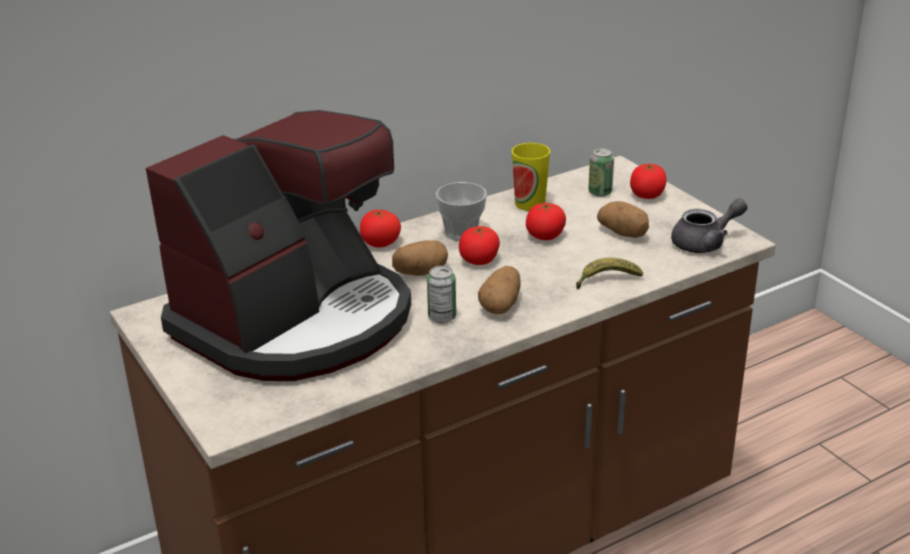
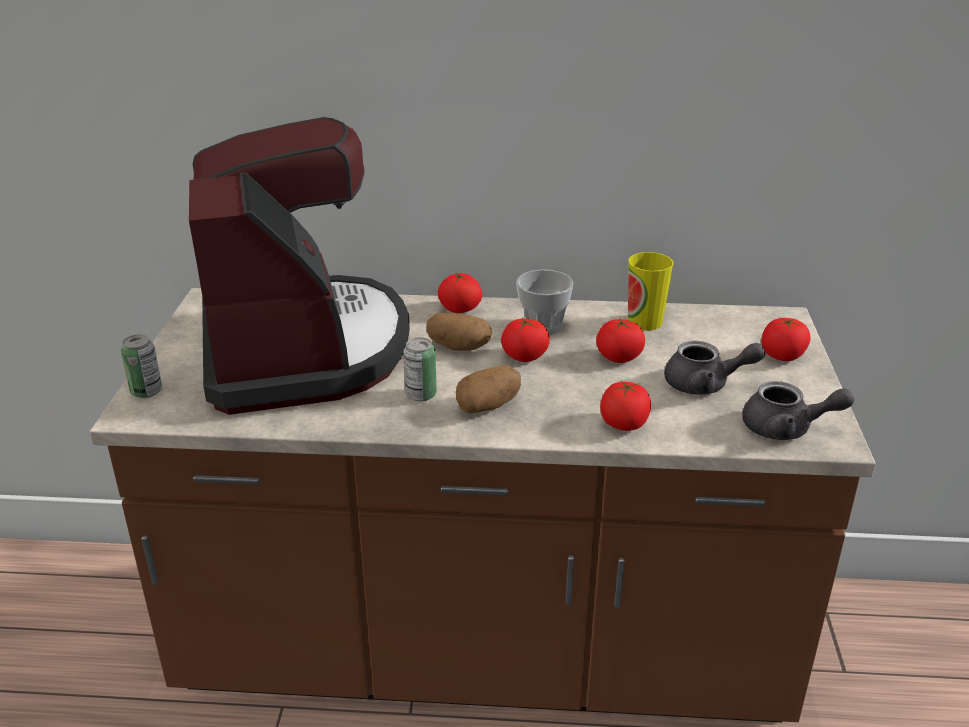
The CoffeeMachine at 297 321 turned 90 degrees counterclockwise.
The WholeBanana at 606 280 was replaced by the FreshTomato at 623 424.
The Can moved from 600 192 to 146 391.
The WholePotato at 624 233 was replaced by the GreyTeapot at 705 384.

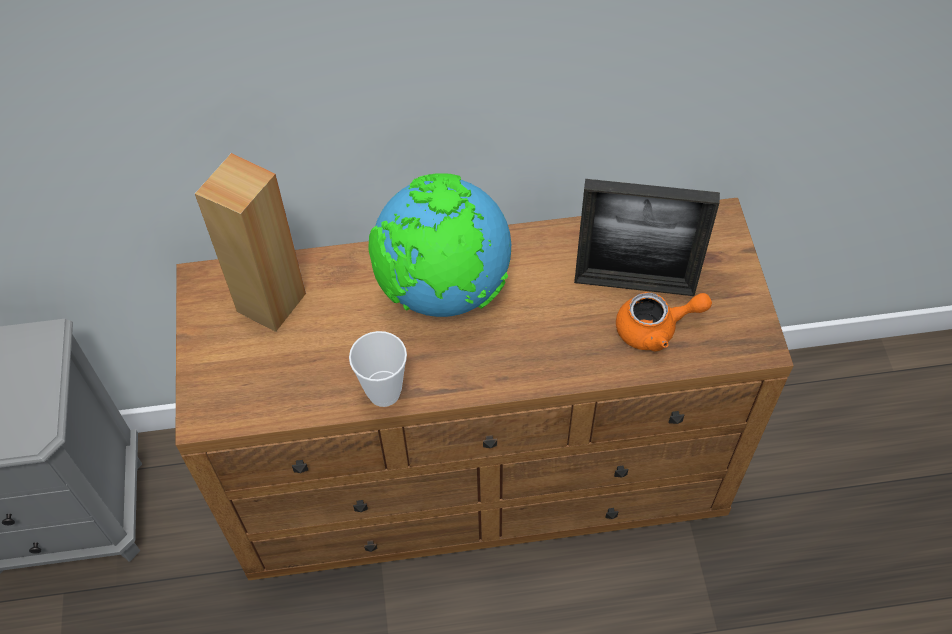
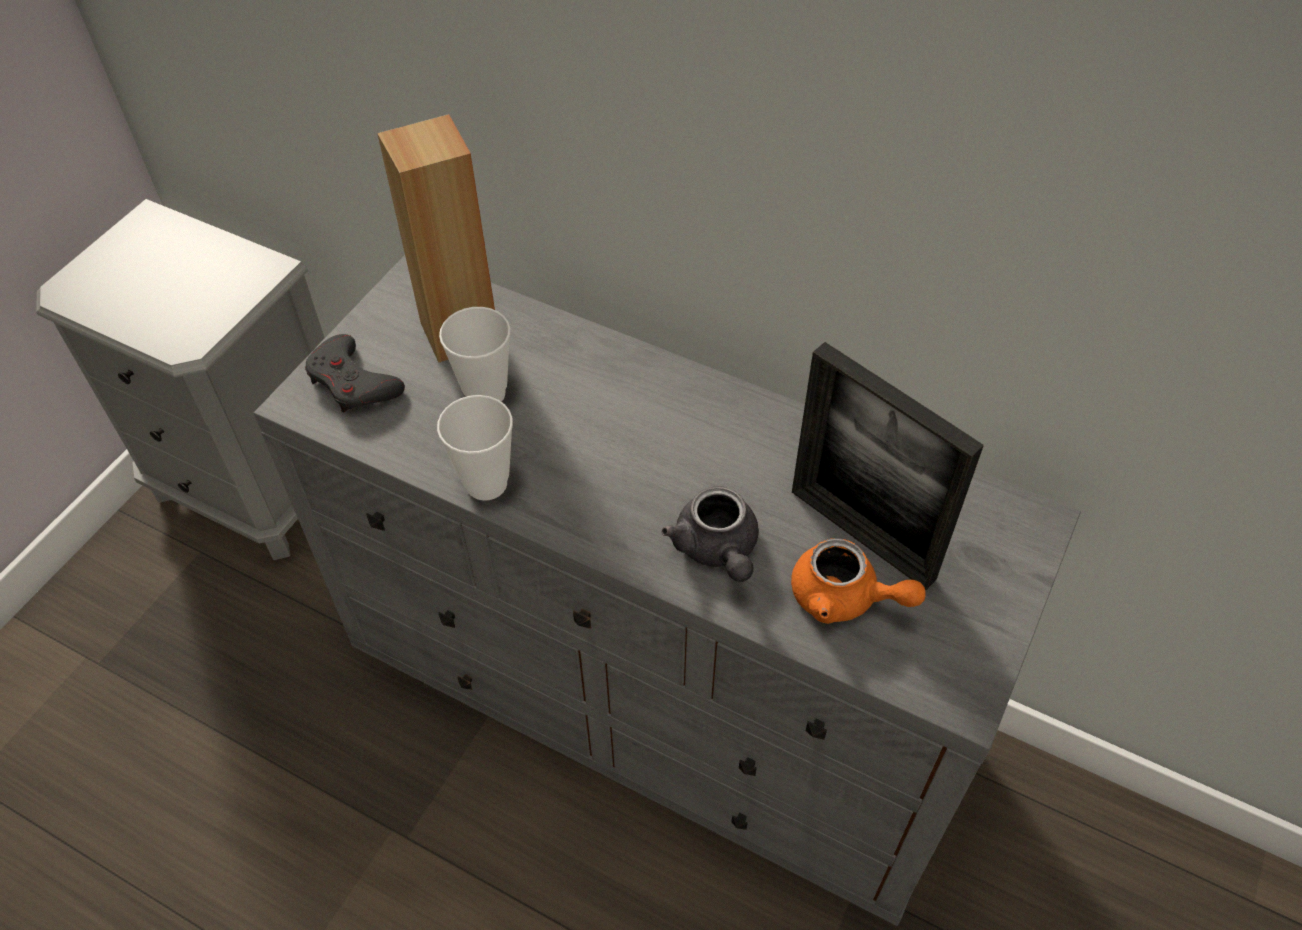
The BrownDresser at 483 475 became the GreyDresser at 658 697.
The WorldGlobe at 443 289 disappeared.
The GreyGamepad at 353 382 appeared.
The Cup at 485 394 appeared.
The GreyTeapot at 717 549 appeared.

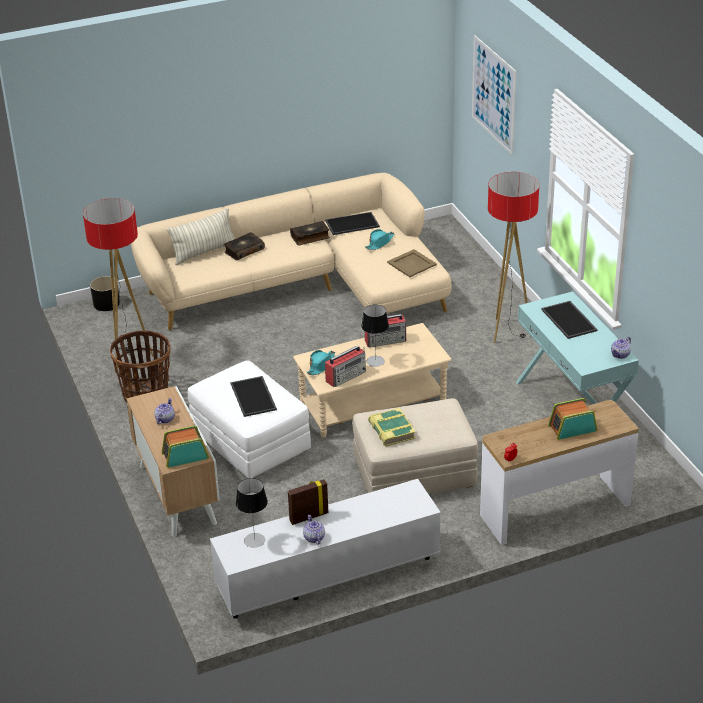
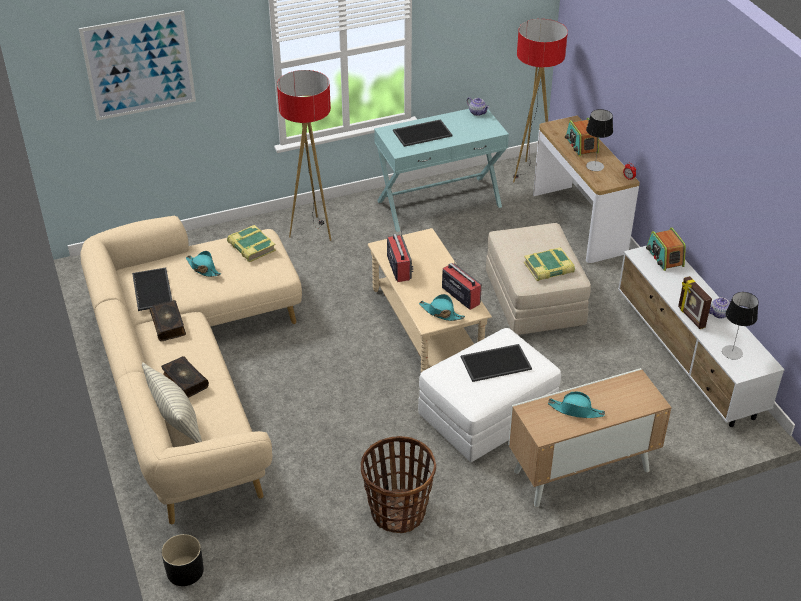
The StandardLamp moved from 128 358 to 530 174.
The Teapot at 165 419 was replaced by the TurquoiseColouredClothingHat at 576 410.
The Radio moved from 185 456 to 664 257.
The LampForATable moved from 375 361 to 595 166.
The SandColouredTray at 411 263 was replaced by the Volume at 251 247.

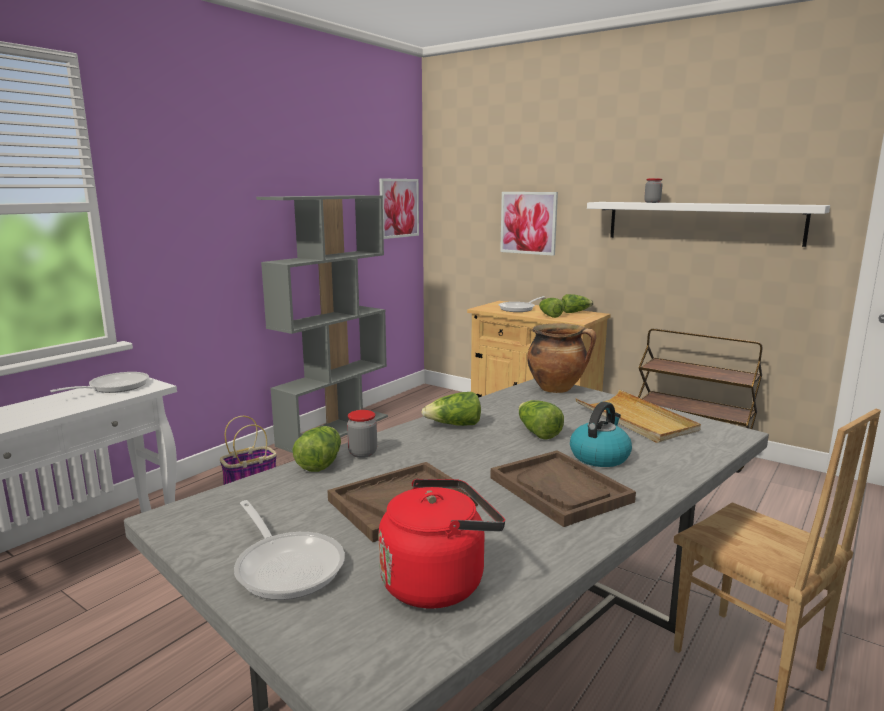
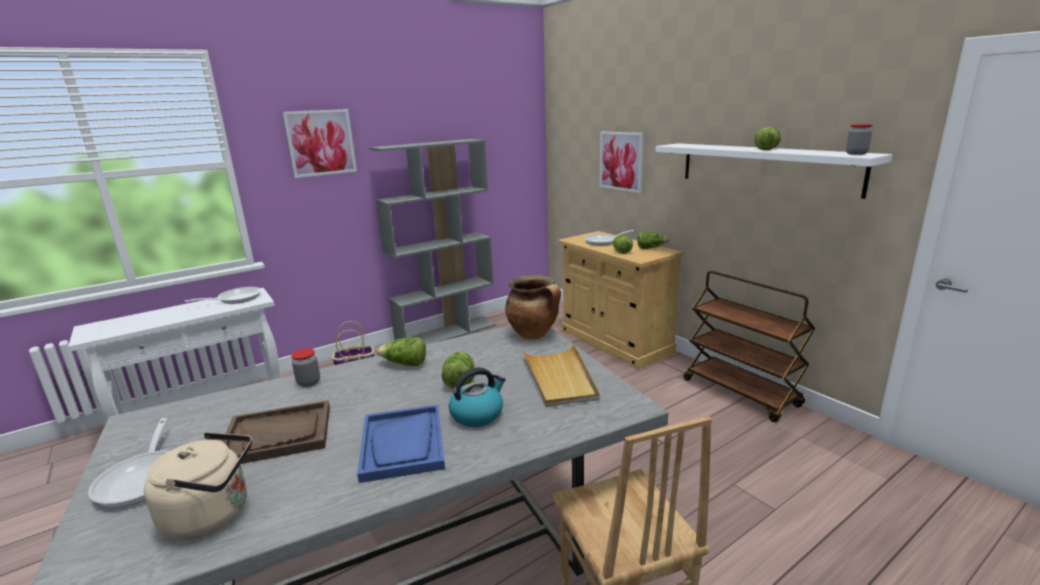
The Lettuce moved from 320 462 to 766 149.
The RedWaterKettle at 438 581 became the SandColouredWaterKettle at 213 515.
The Picture moved from 398 208 to 320 143.
The BrownTray at 560 490 became the BluishTray at 403 444.
The StorageJar moved from 652 202 to 856 154.

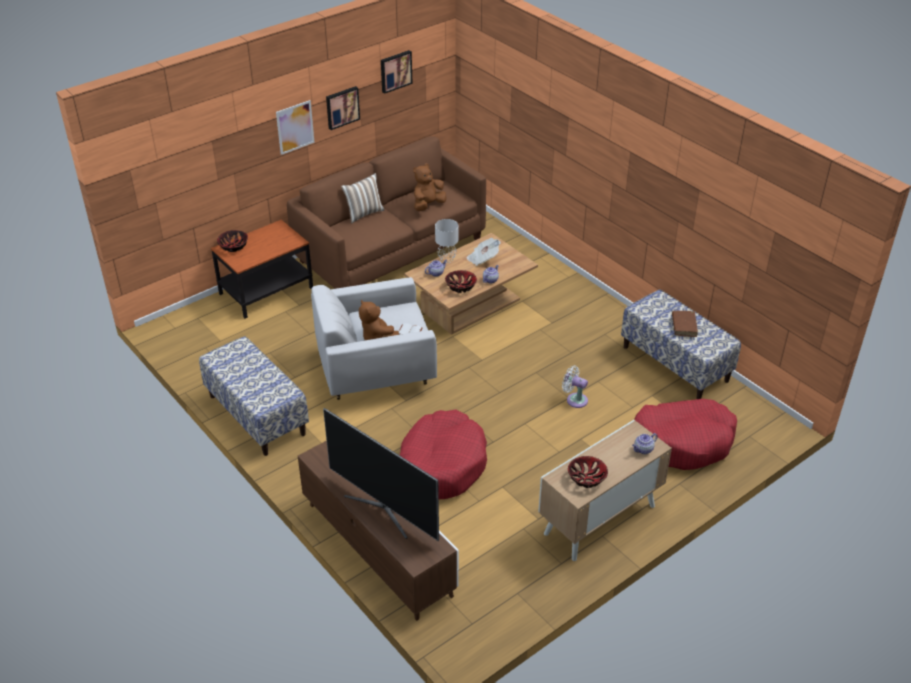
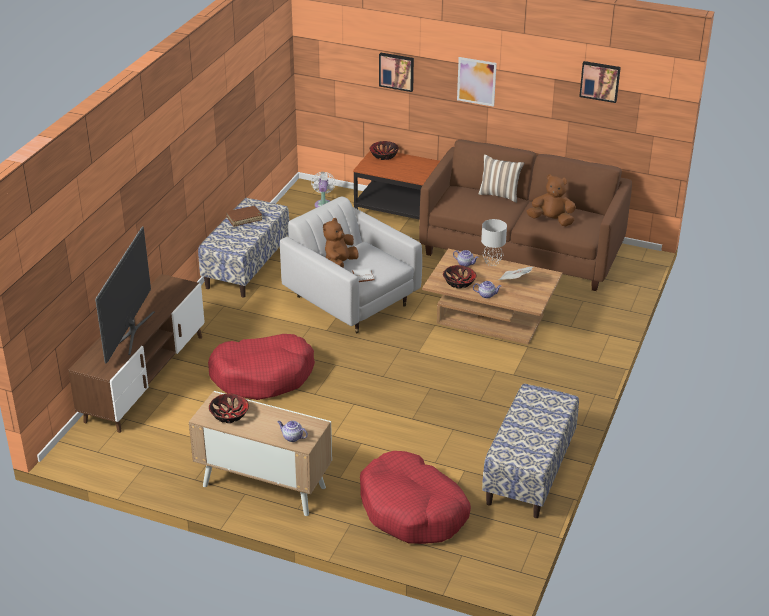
The Picture moved from 342 107 to 397 71.
The WhiteColouredFan moved from 574 399 to 323 204.
The BrownVolume moved from 684 326 to 244 219.

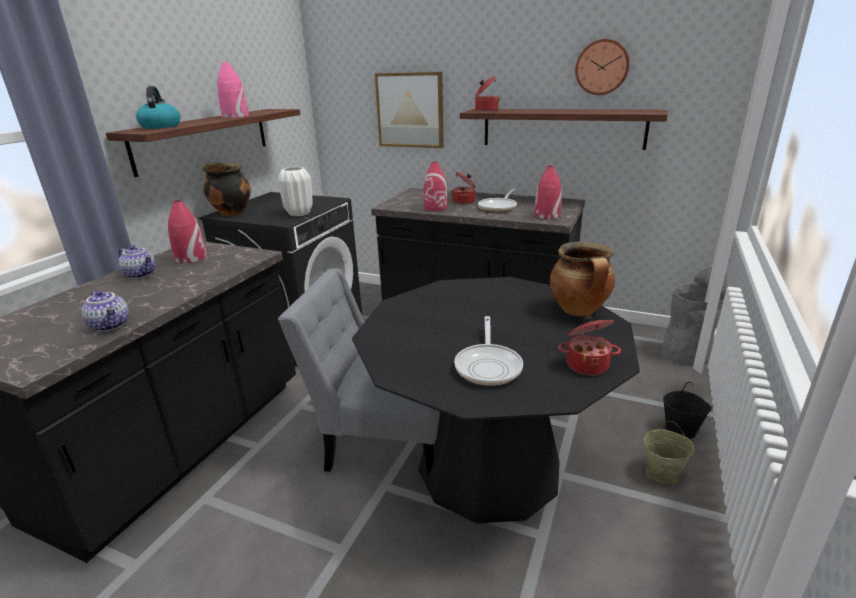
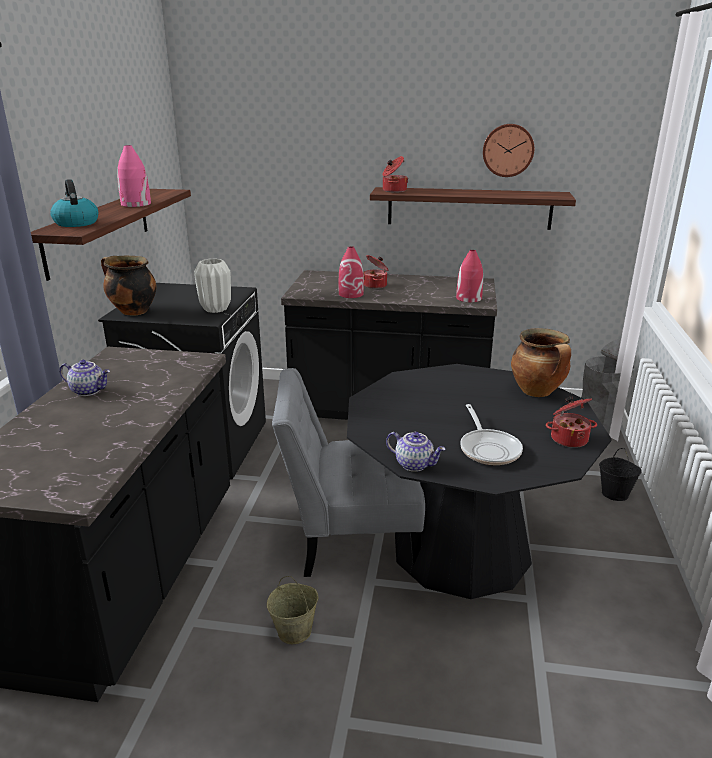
The Teapot moved from 111 325 to 415 464.
The RedVase at 190 258 disappeared.
The Picture at 410 110 disappeared.
The FryingPan at 499 207 disappeared.
The SandColouredBucket moved from 663 473 to 295 631.

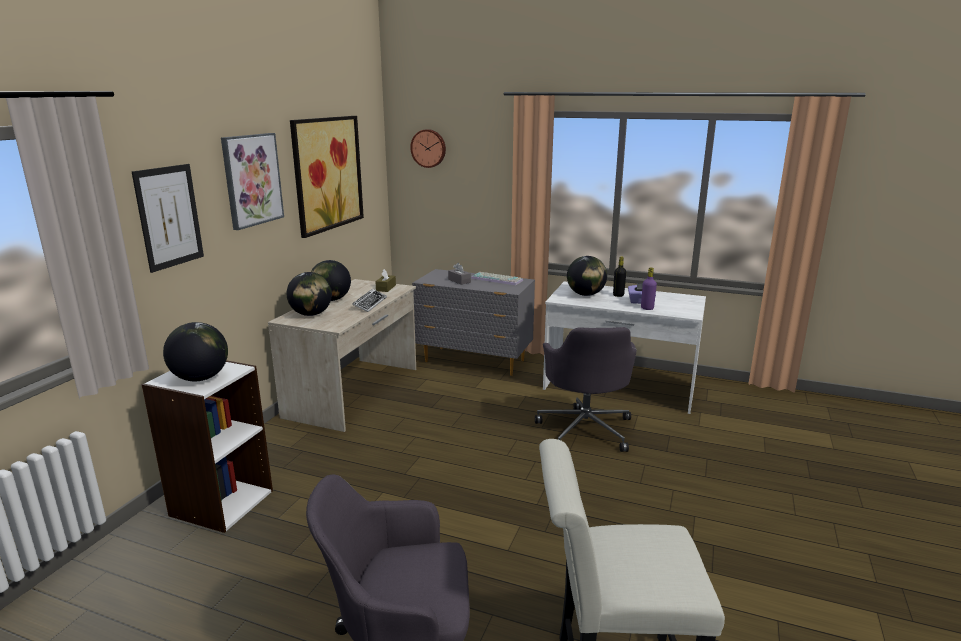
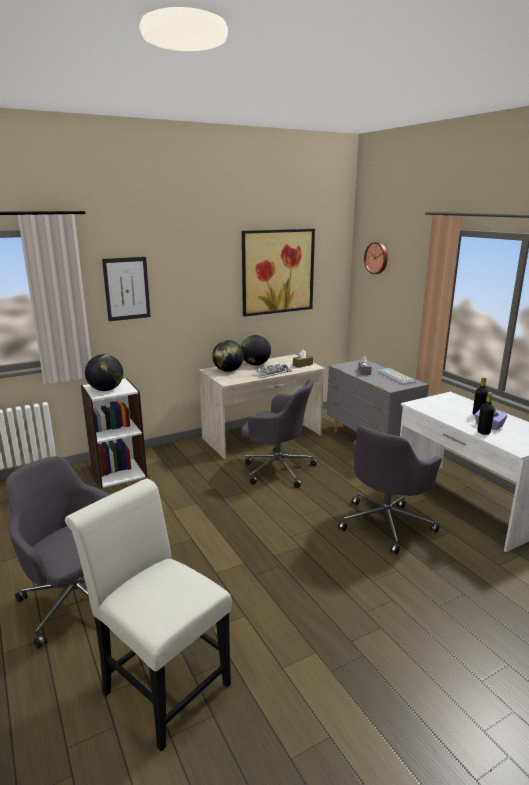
The Picture at 252 180 disappeared.
The WorldGlobe at 585 294 disappeared.
The PurplishDrinkBottle at 647 308 became the BlackColouredDrinkBottle at 483 432.
The GreyComputerChair at 277 469 appeared.

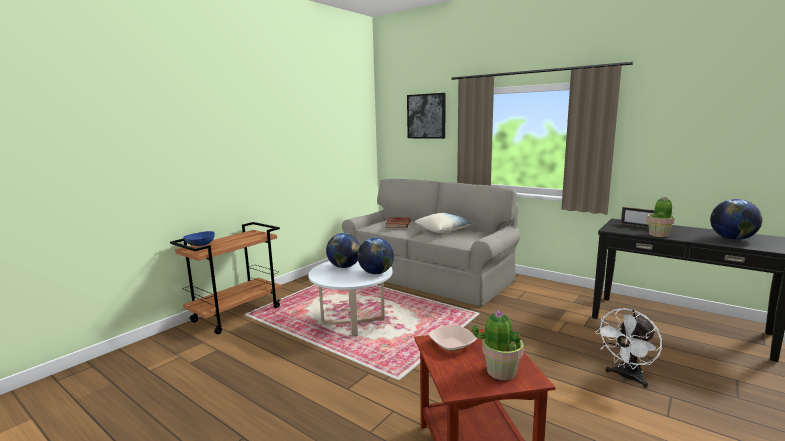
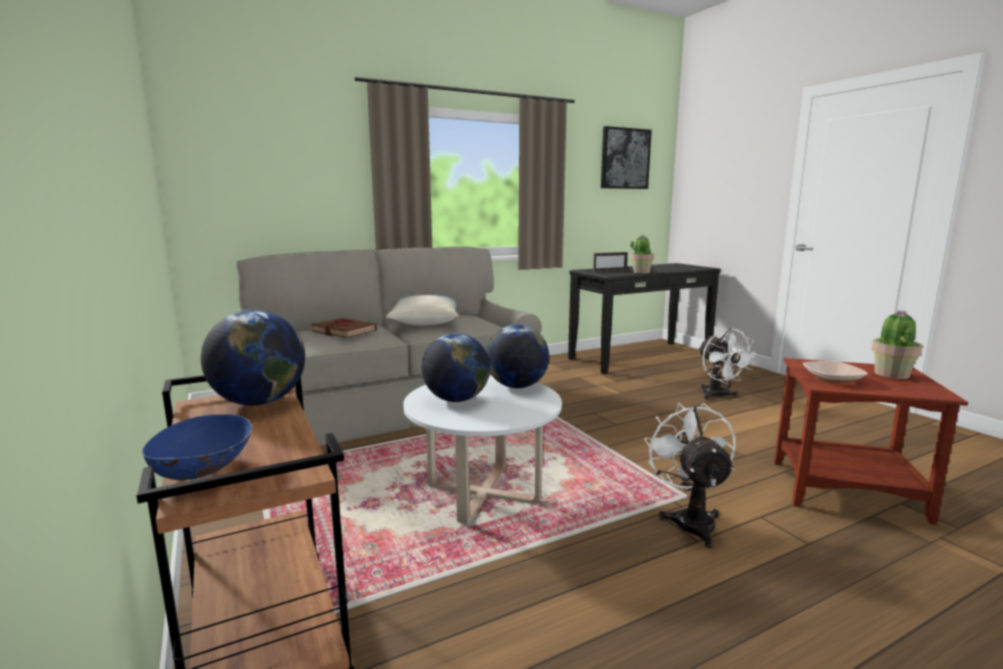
The Picture moved from 426 116 to 625 158.
The WorldGlobe moved from 732 239 to 259 402.
The WhiteColouredFan at 690 519 appeared.

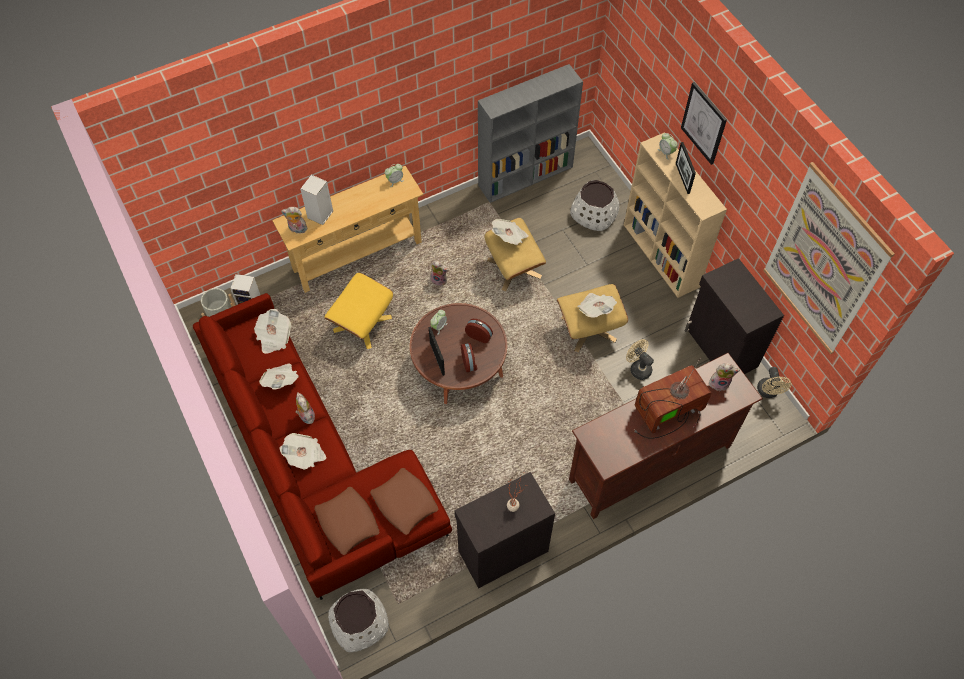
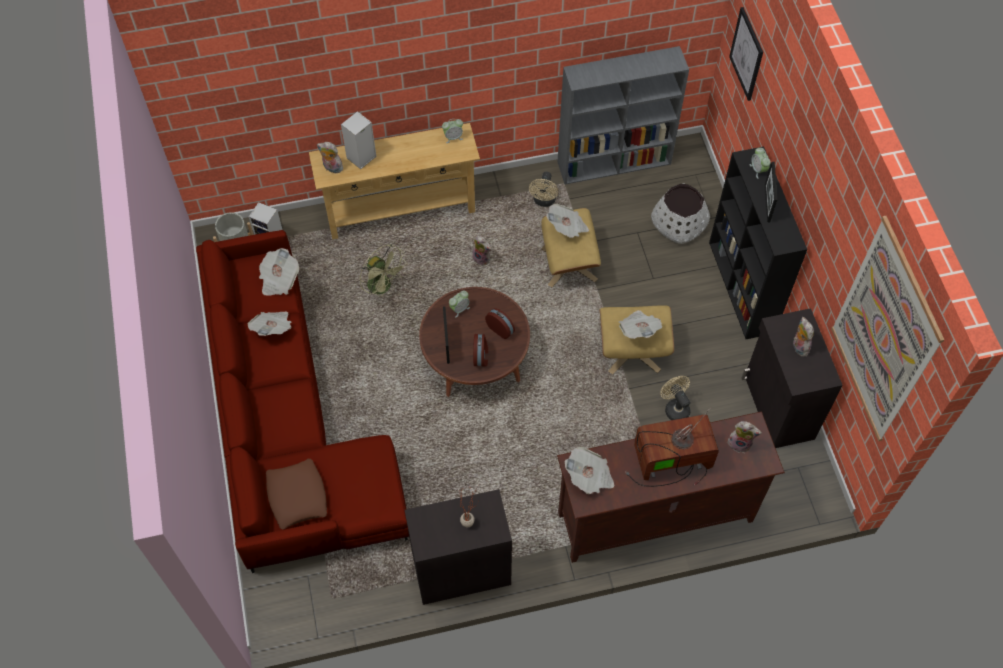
The DailyPaper moved from 305 455 to 589 477.
The PlushToy moved from 306 415 to 798 346.
The YellowishPouffe at 362 323 was replaced by the GreenishFan at 384 287.
The WhiteColouredPlantPot at 359 622 disappeared.
The BrownCushion at 404 503 disappeared.
The SandColouredBookshelf at 661 256 became the BlackColouredBookshelf at 742 288.
The Picture moved from 704 123 to 747 54.
The SandColouredFan moved from 768 392 to 544 201.

